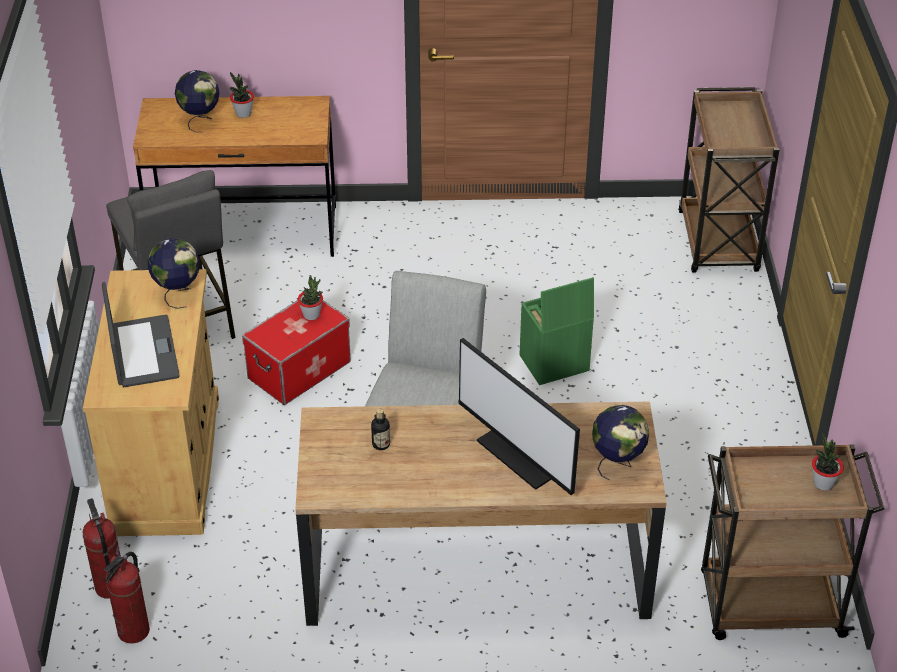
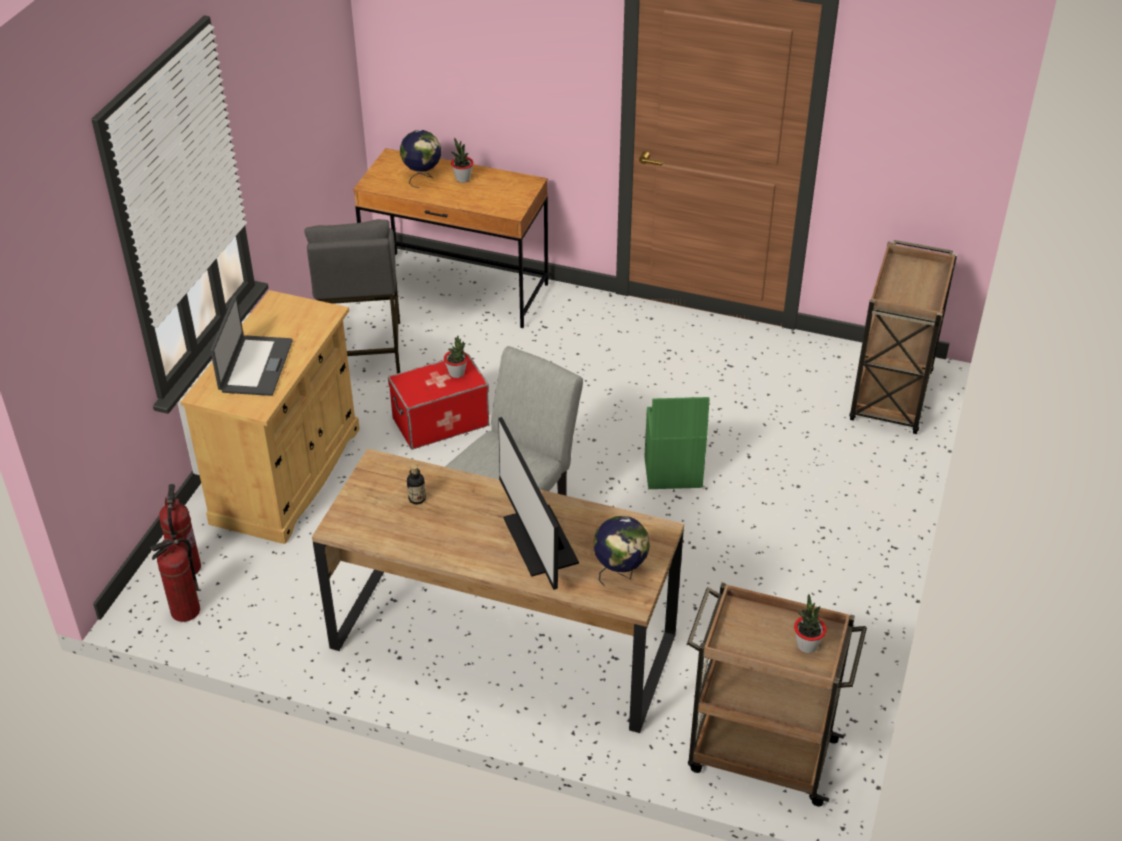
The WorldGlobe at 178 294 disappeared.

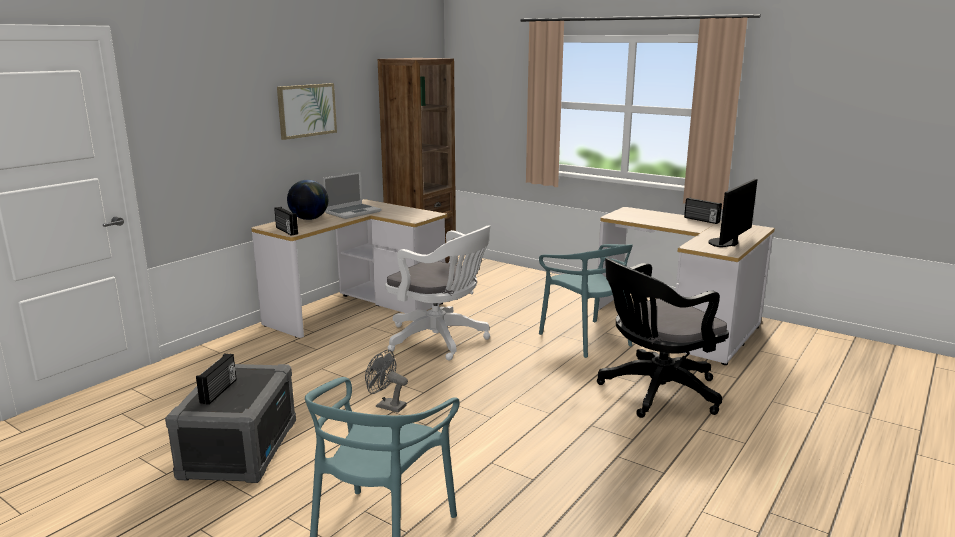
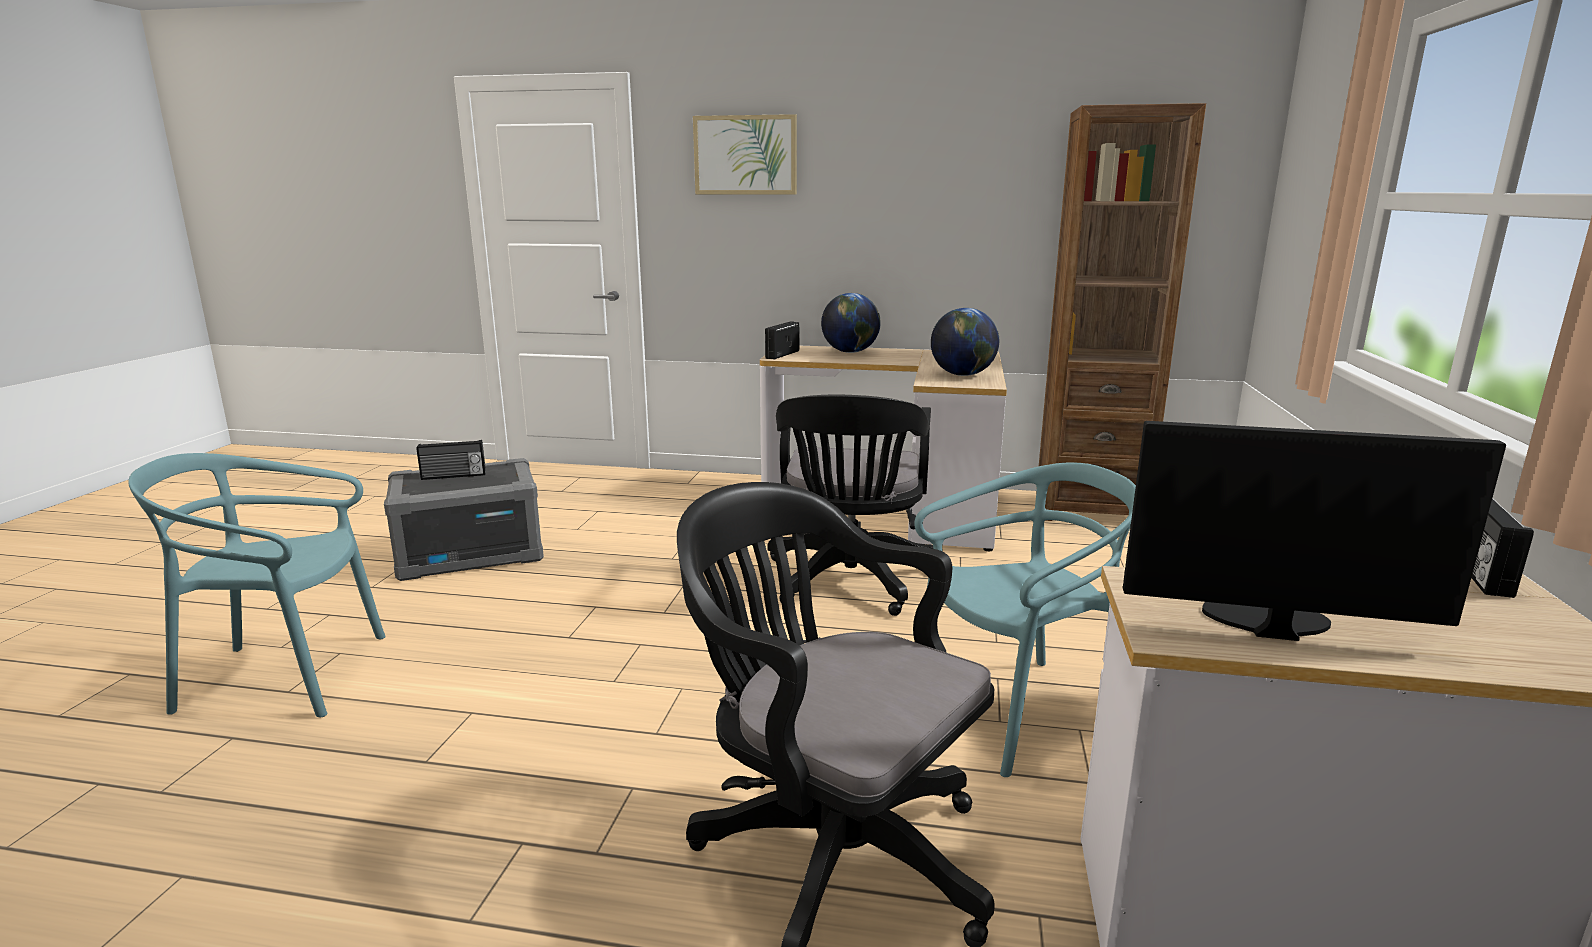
The Picture moved from 306 110 to 745 155.
The Laptop at 353 212 disappeared.
The GreyFan at 386 406 disappeared.
The WhiteColouredComputerChair at 441 340 became the BlackColouredComputerChair at 849 582.
The TurquoiseColouredUprightChair at 586 338 turned 150 degrees counterclockwise.
The WorldGlobe at 963 375 appeared.

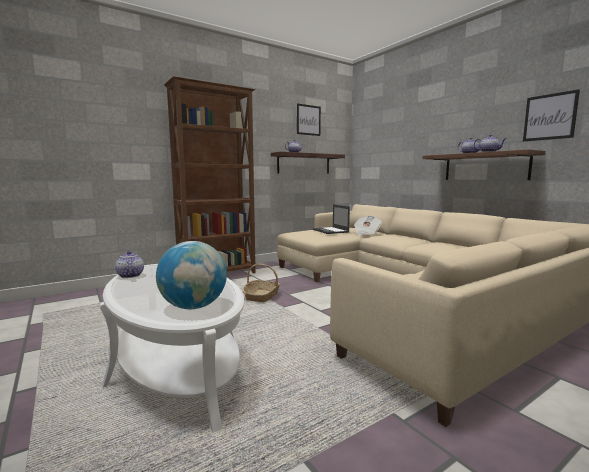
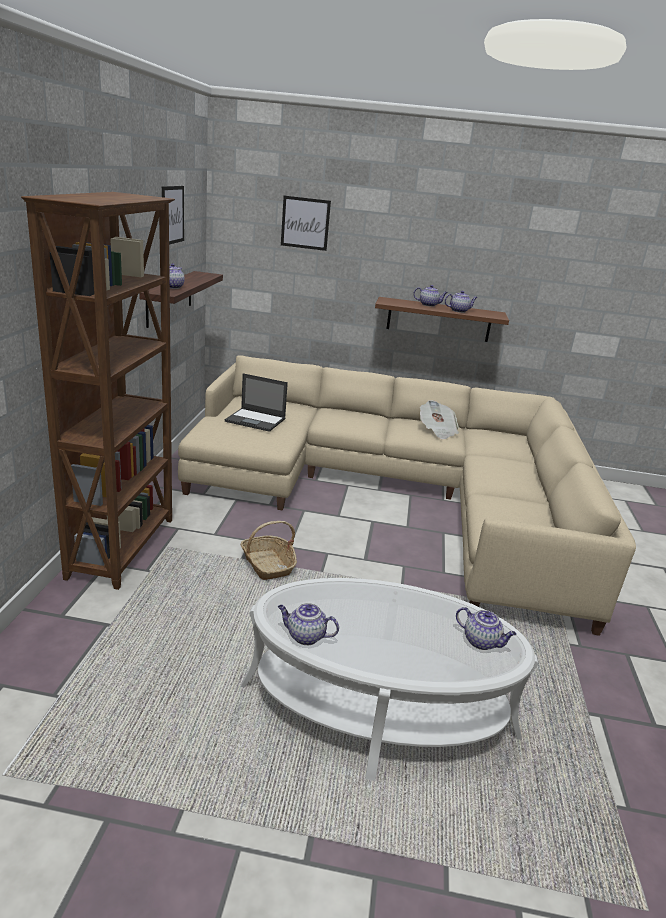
The WorldGlobe at 194 307 was replaced by the Teapot at 482 642.
The DailyPaper moved from 366 233 to 437 431.
The Picture moved from 549 117 to 305 223.

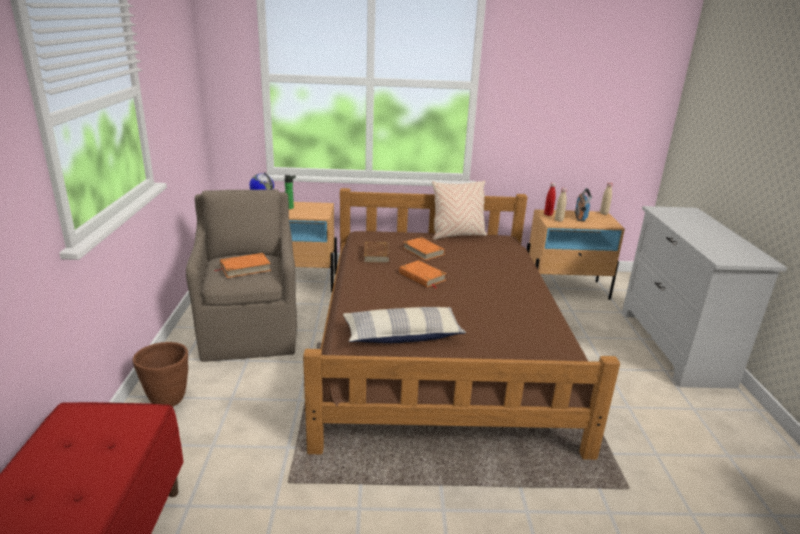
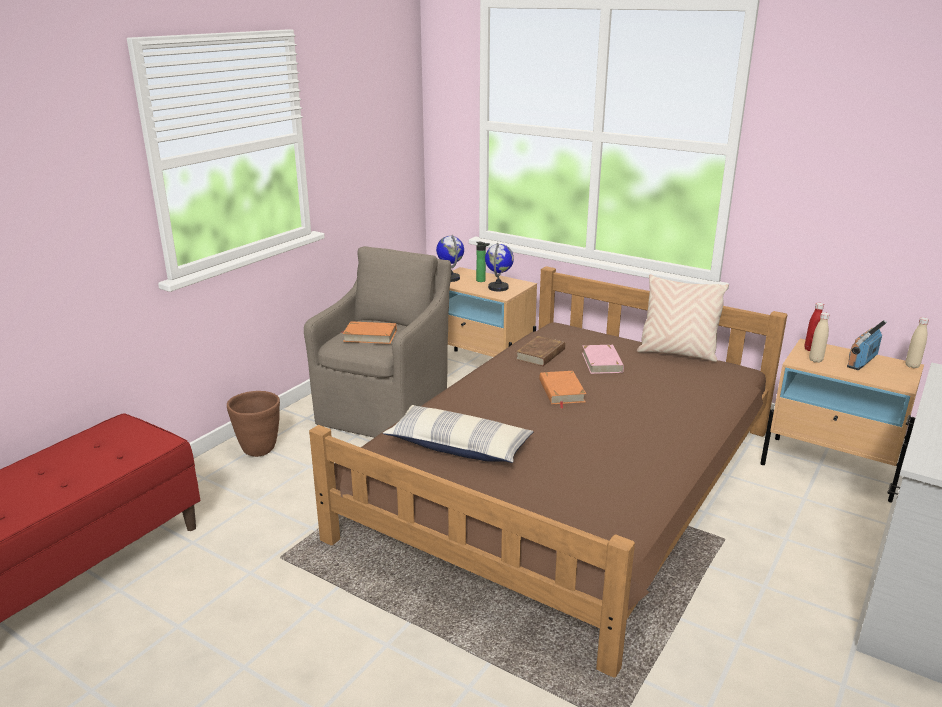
The OrangeyVolume at 423 251 became the PinkishVolume at 602 362.
The WorldGlobe at 498 287 appeared.

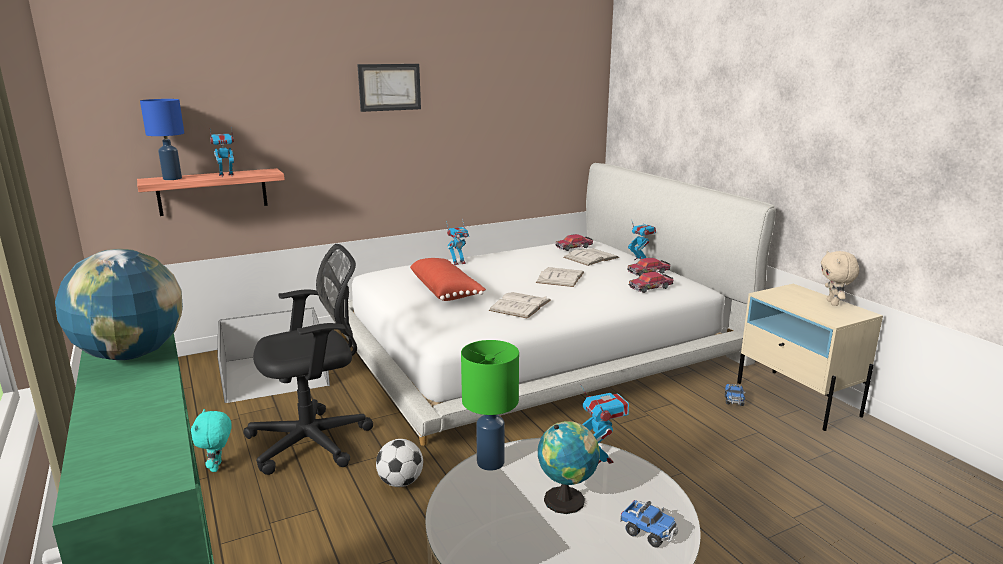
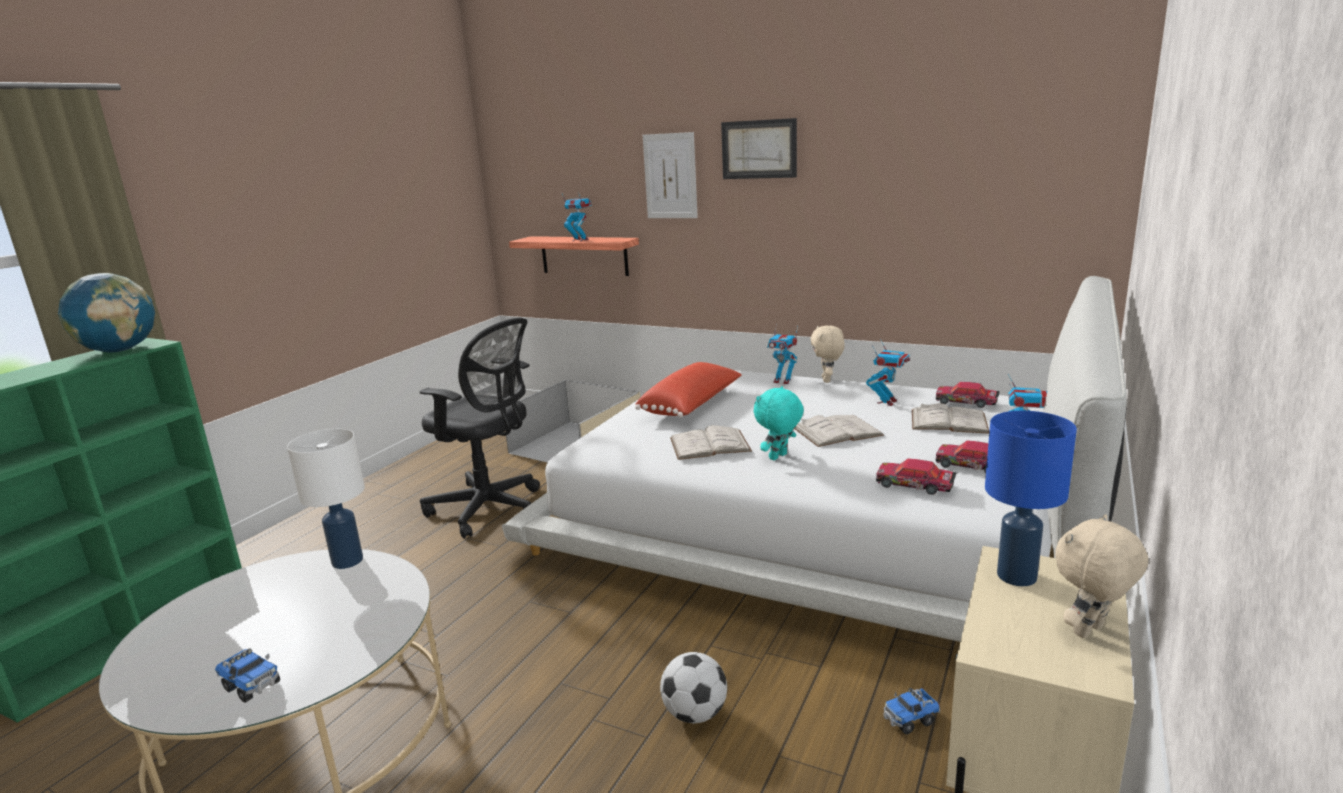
The BluishLampForATable moved from 172 178 to 1016 575.
The TurquoiseColouredPlushToy moved from 217 467 to 779 457.
The Football moved from 400 482 to 695 714.
The GreenishLampForATable at 489 462 became the WhiteColouredLampForATable at 347 561.
The WorldGlobe at 567 500 disappeared.
The RobotFigure moved from 599 458 to 887 402.
The ToyLorry at 648 532 turned 60 degrees counterclockwise.
The Picture at 670 176 appeared.
The SandColouredPlushToy at 827 380 appeared.

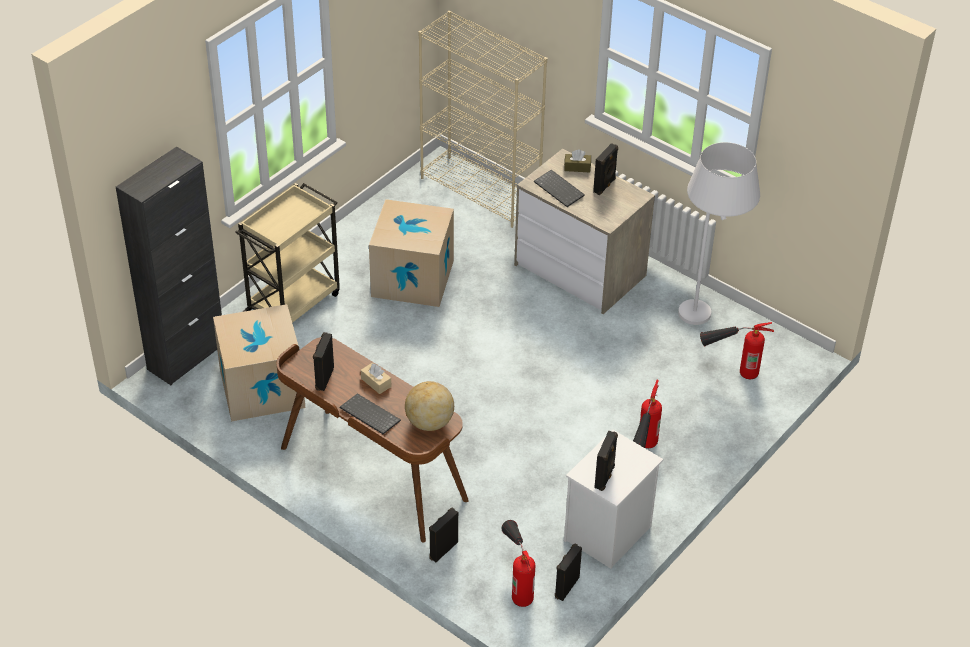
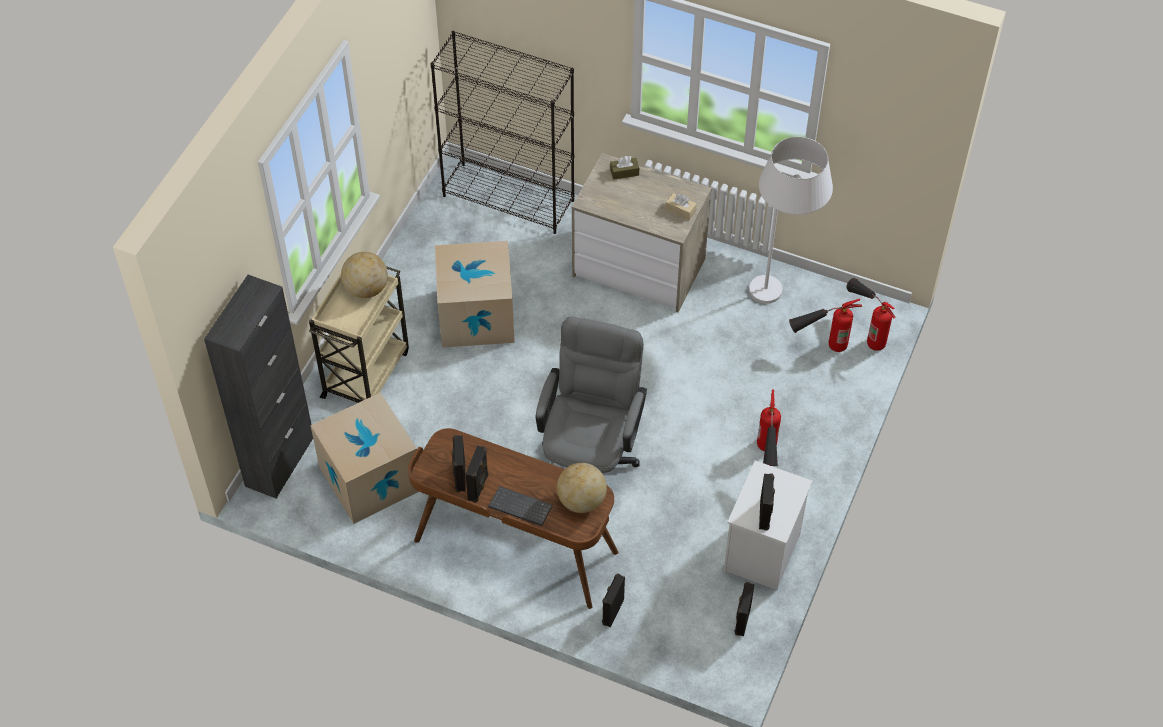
The SandColouredBoxOfTissues moved from 376 382 to 680 210.
The SandColouredBookshelf at 481 191 became the BlackColouredBookshelf at 509 198.
The FireFightingCylinder moved from 517 582 to 865 330.
The PcKeyboard at 560 189 disappeared.
The BlackColouredAudioSpeaker moved from 605 186 to 479 487.
The WorldGlobe at 366 289 appeared.
The GreyComputerChair at 590 458 appeared.

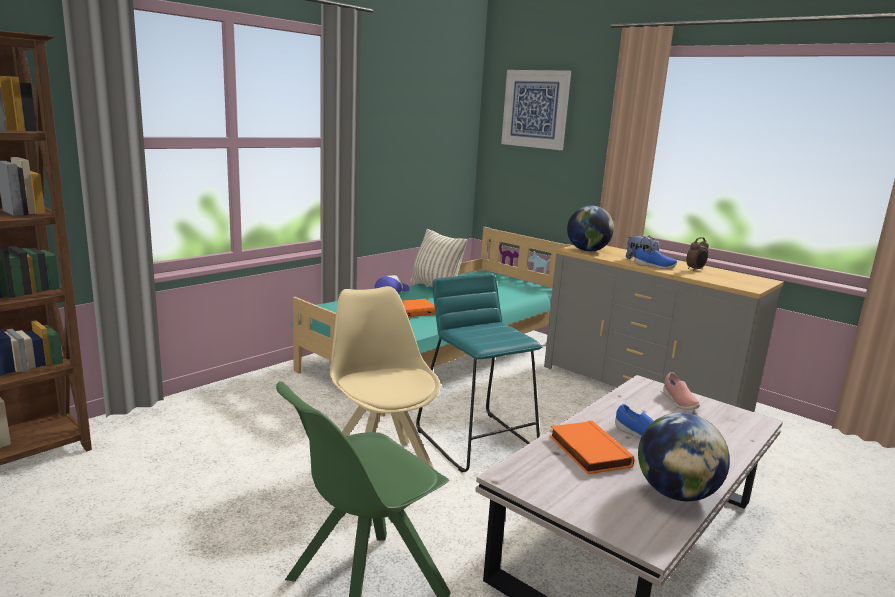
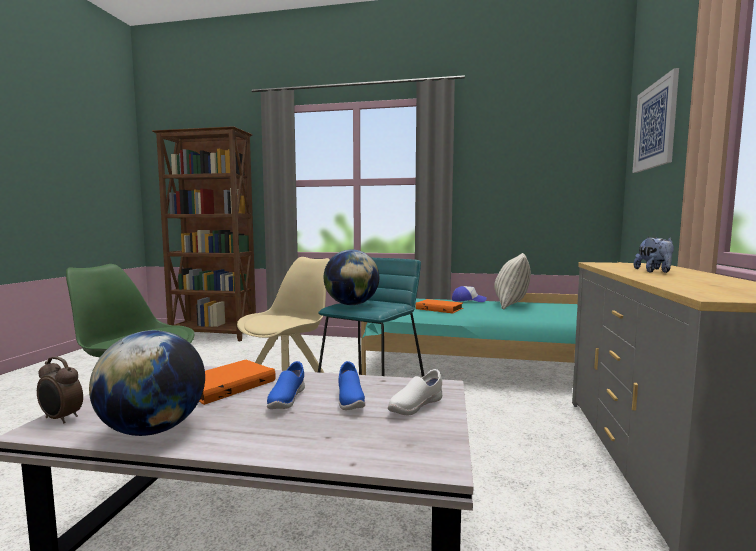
The WorldGlobe moved from 587 250 to 351 304.
The BluishShoe moved from 654 266 to 349 400.
The PinkishShoe at 678 402 became the WhiteColouredShoe at 415 407.
The AlarmClock moved from 695 269 to 61 419.

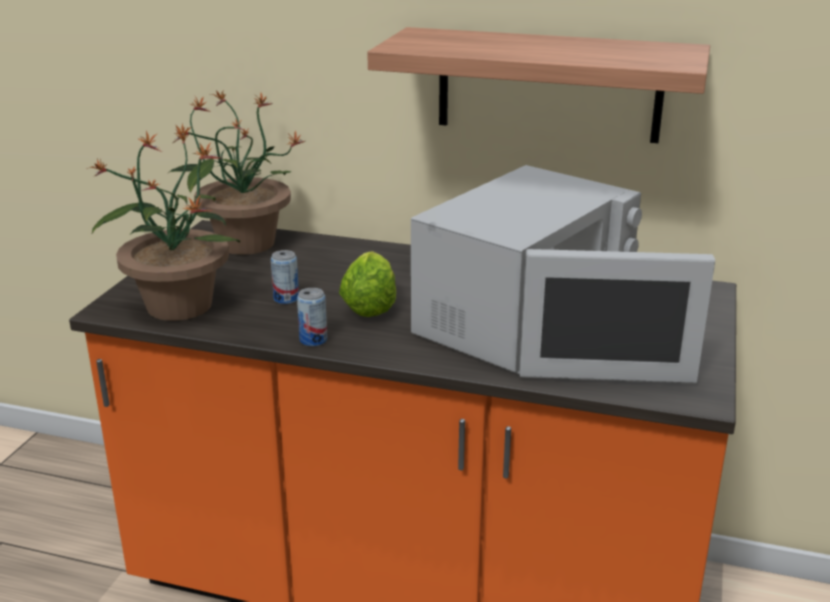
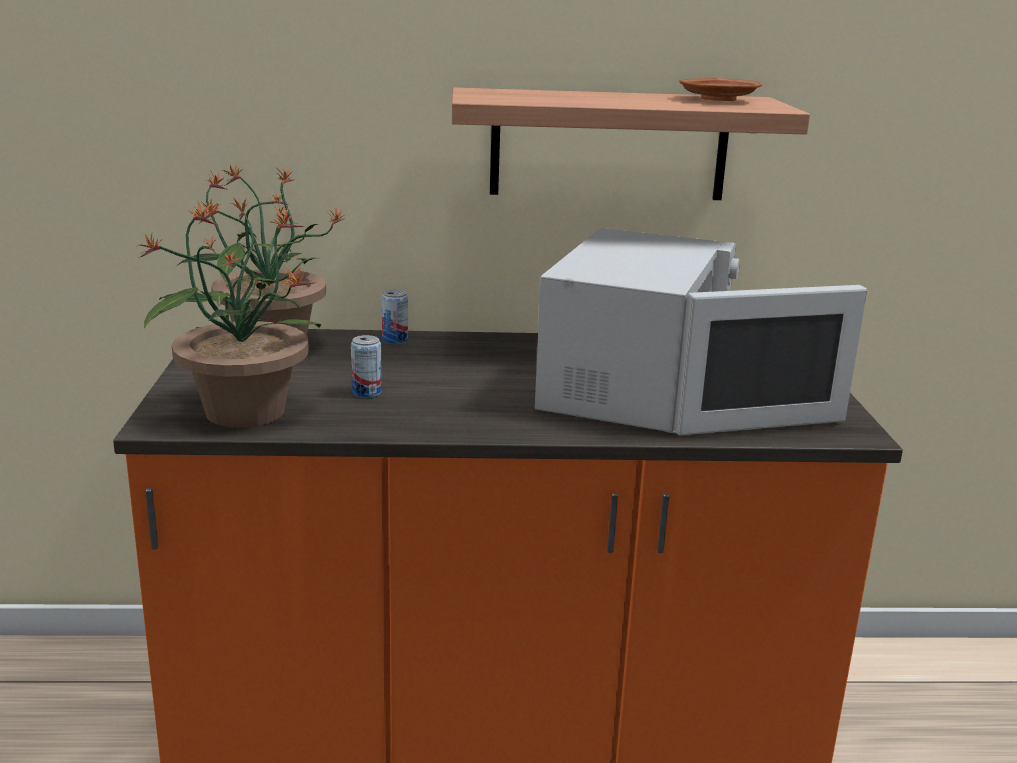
The Can moved from 313 340 to 395 340.
The Lettuce at 370 305 disappeared.
The BrownDinnerPlate at 719 100 appeared.

